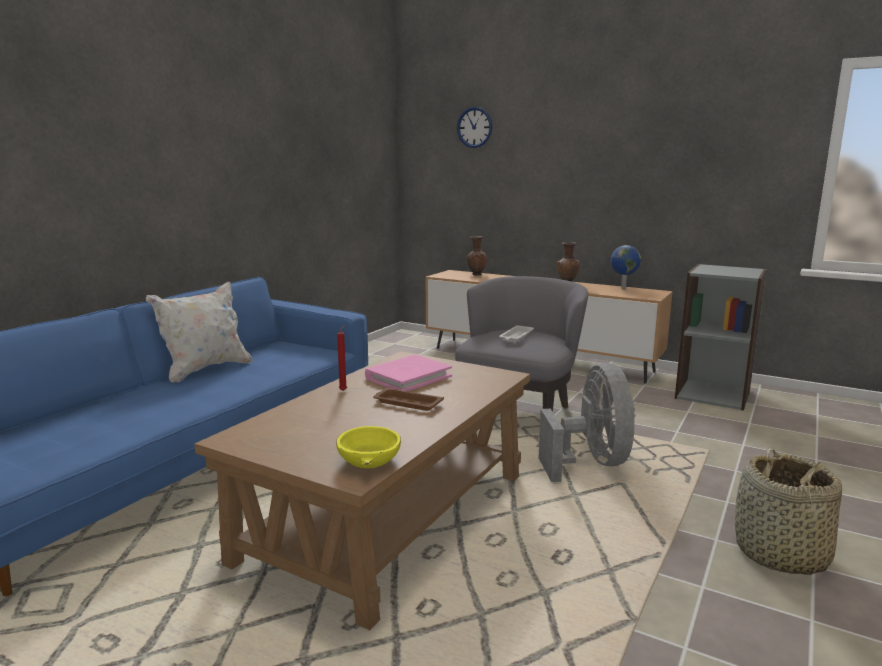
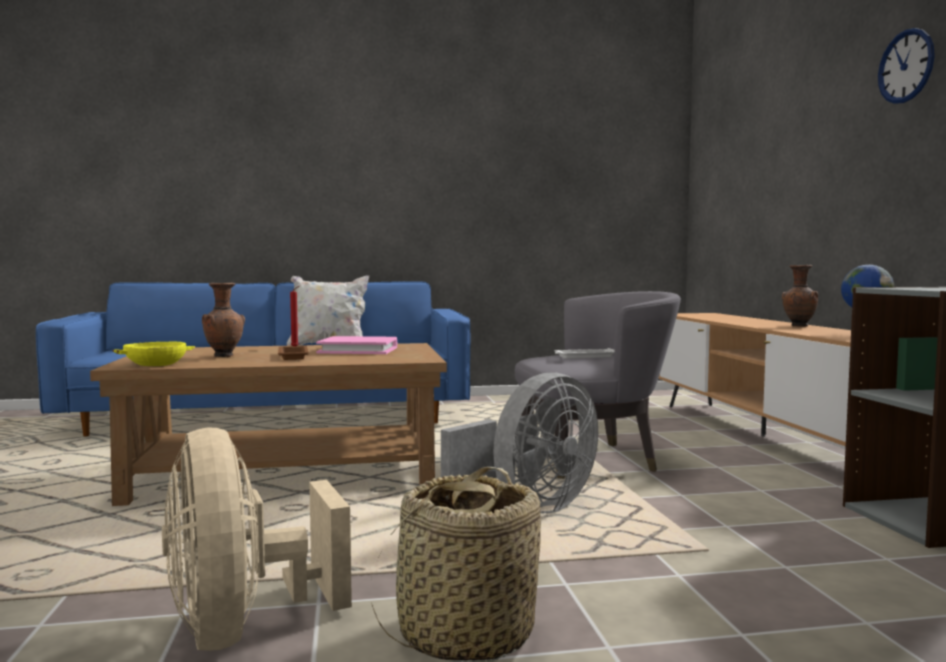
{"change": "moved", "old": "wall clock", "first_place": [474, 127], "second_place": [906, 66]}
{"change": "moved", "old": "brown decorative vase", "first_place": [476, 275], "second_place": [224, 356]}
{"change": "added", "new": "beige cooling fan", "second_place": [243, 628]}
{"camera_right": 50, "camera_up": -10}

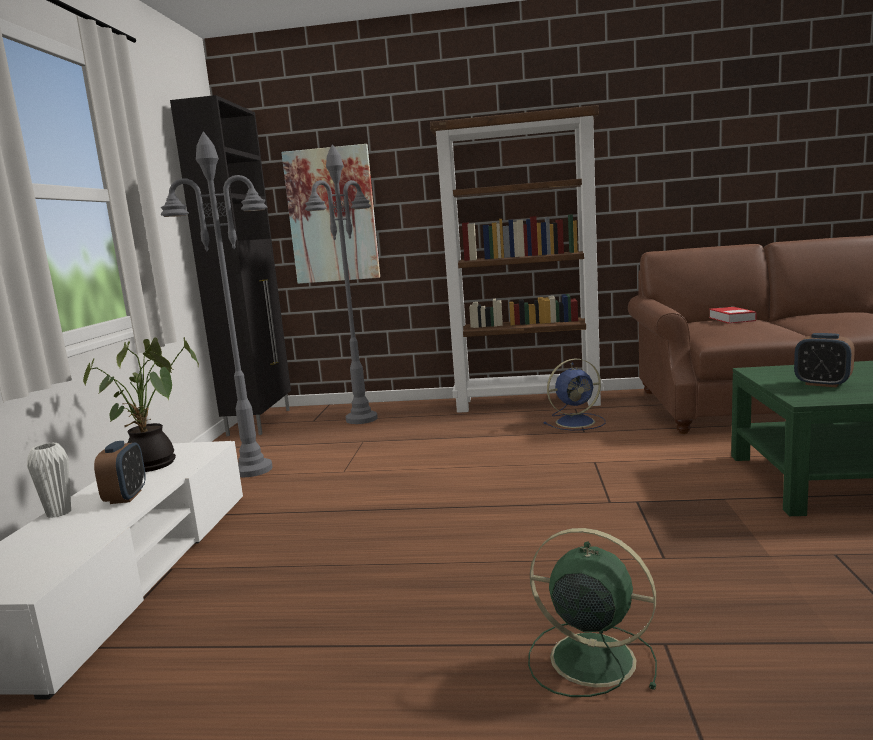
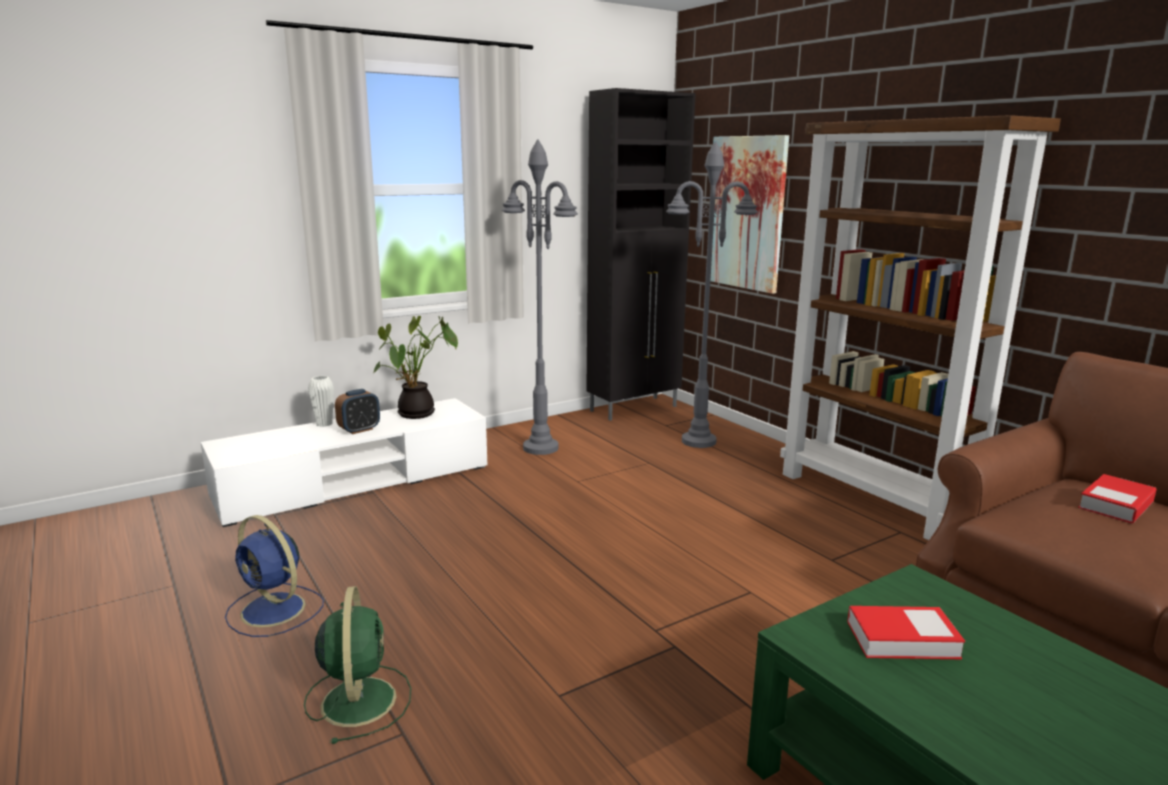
{"change": "replaced", "old": "table clock", "new": "volume", "first_place": [822, 384], "second_place": [902, 640]}
{"change": "moved", "old": "bluish cooling fan", "first_place": [577, 422], "second_place": [275, 611]}
{"camera_right": 50, "camera_up": 5}

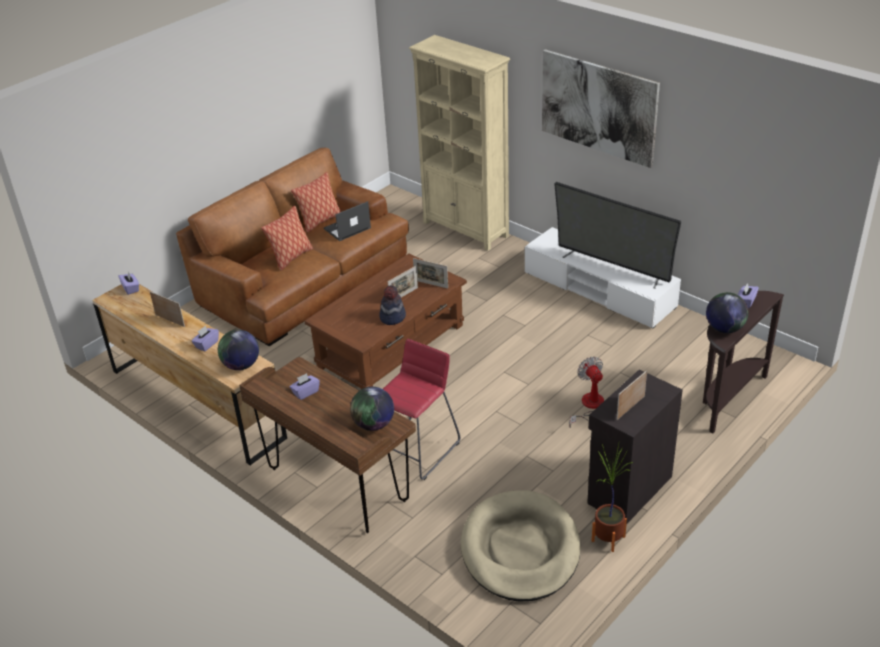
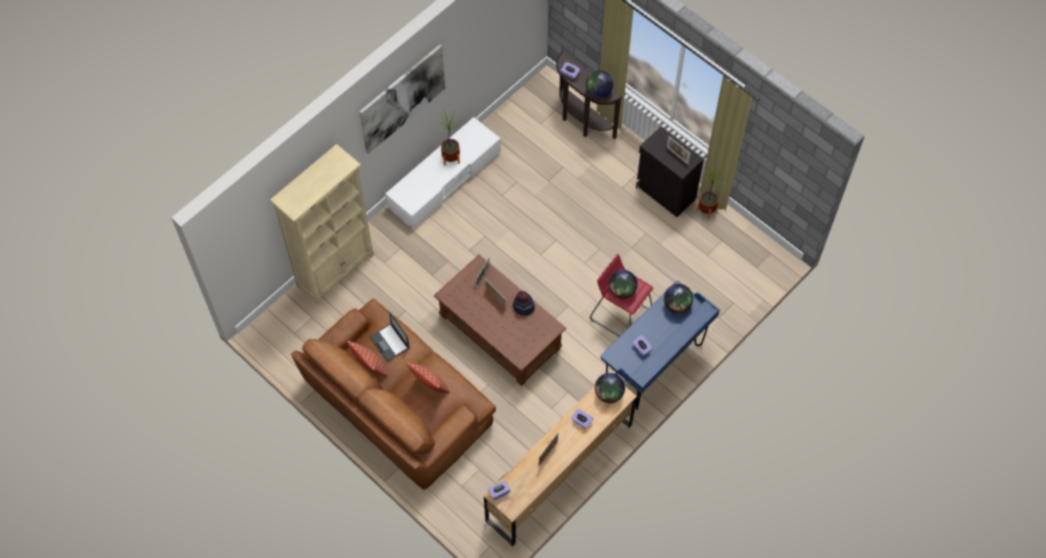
{"change": "replaced", "old": "television", "new": "plant in a pot", "first_place": [613, 266], "second_place": [451, 158]}
{"change": "recoloured", "old": "brown desk unit", "new": "bluish desk unit", "first_place": [337, 485], "second_place": [654, 365]}
{"change": "removed", "old": "cooling fan", "first_place": [589, 406]}
{"change": "removed", "old": "beige dog cushion", "first_place": [520, 550]}
{"change": "added", "new": "desk globe", "second_place": [622, 290]}
{"camera_right": -90, "camera_up": 25}

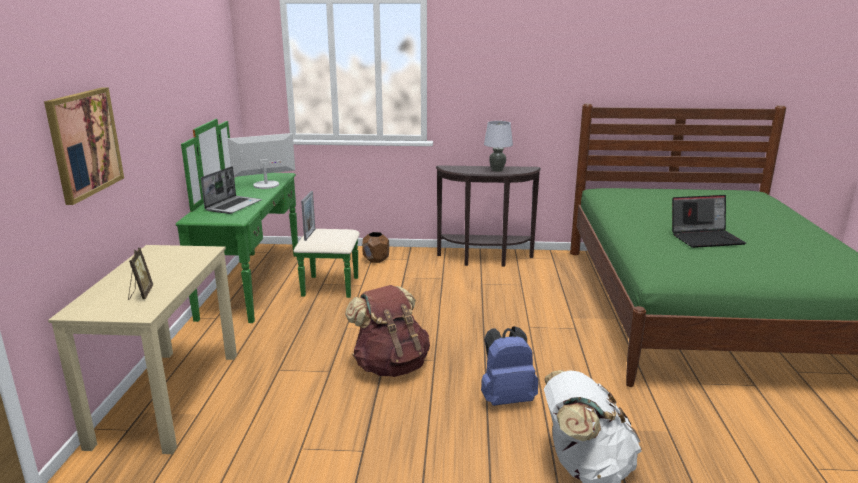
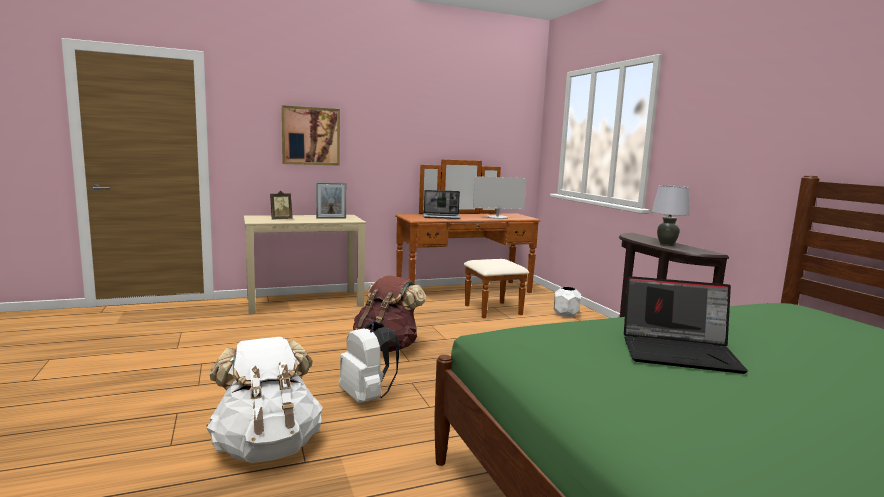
{"change": "recoloured", "old": "greenish chest of drawers", "new": "brown chest of drawers", "first_place": [270, 284], "second_place": [471, 295]}
{"change": "turned", "old": "computer screen", "first_place": [266, 185], "second_place": [497, 217], "degrees": 135}
{"change": "moved", "old": "picture frame", "first_place": [310, 234], "second_place": [331, 218]}
{"change": "turned", "old": "portable computer", "first_place": [706, 238], "second_place": [680, 352], "degrees": -45}
{"change": "recoloured", "old": "brown plant pot", "new": "white plant pot", "first_place": [376, 260], "second_place": [566, 315]}
{"change": "recoloured", "old": "bluish backpack", "new": "white backpack", "first_place": [506, 398], "second_place": [367, 397]}
{"camera_right": 65, "camera_up": -10}

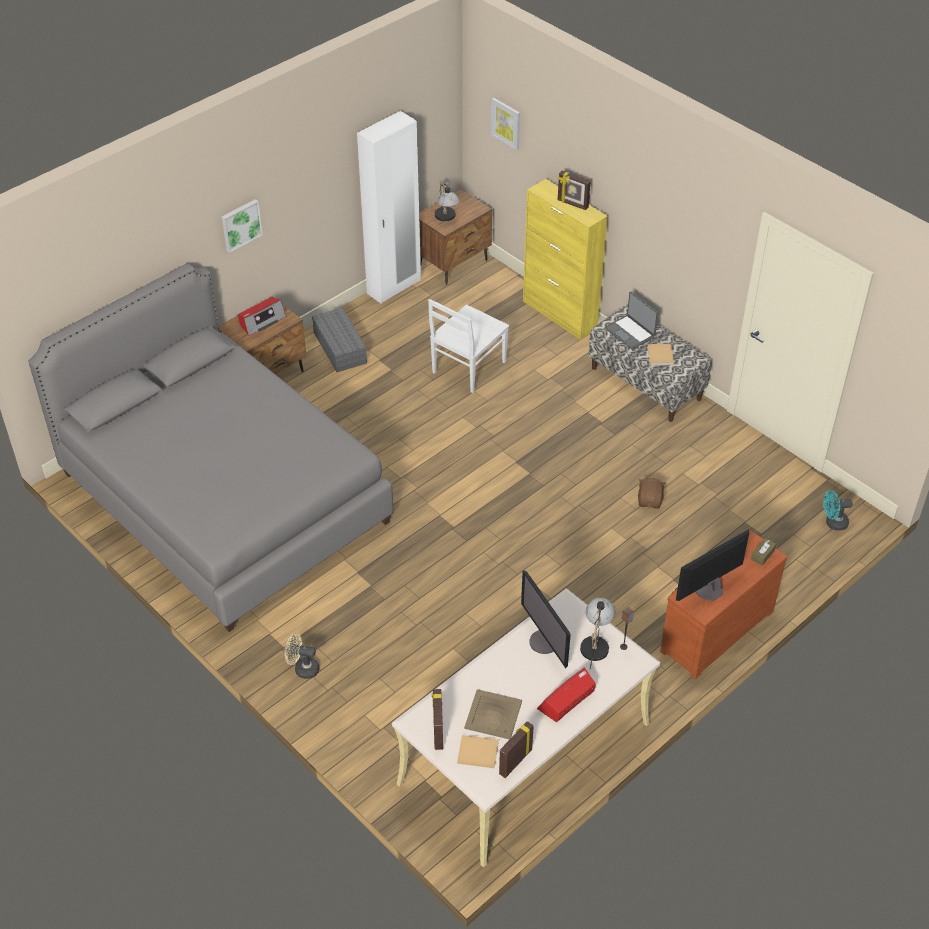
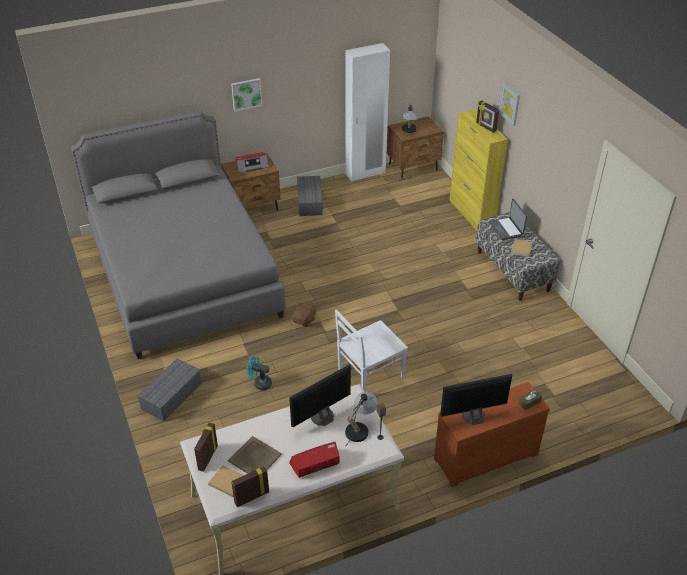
{"change": "moved", "old": "wall picture", "first_place": [506, 123], "second_place": [509, 103]}
{"change": "moved", "old": "white chair", "first_place": [468, 368], "second_place": [369, 374]}
{"change": "moved", "old": "brown soft toy", "first_place": [650, 501], "second_place": [304, 321]}
{"change": "moved", "old": "blue-green cooling fan", "first_place": [833, 523], "second_place": [259, 383]}
{"change": "turned", "old": "computer screen", "first_place": [545, 642], "second_place": [322, 417], "degrees": 60}
{"change": "replaced", "old": "beige cooling fan", "new": "greyish storage container", "first_place": [302, 669], "second_place": [171, 397]}
{"camera_right": 20, "camera_up": -5}

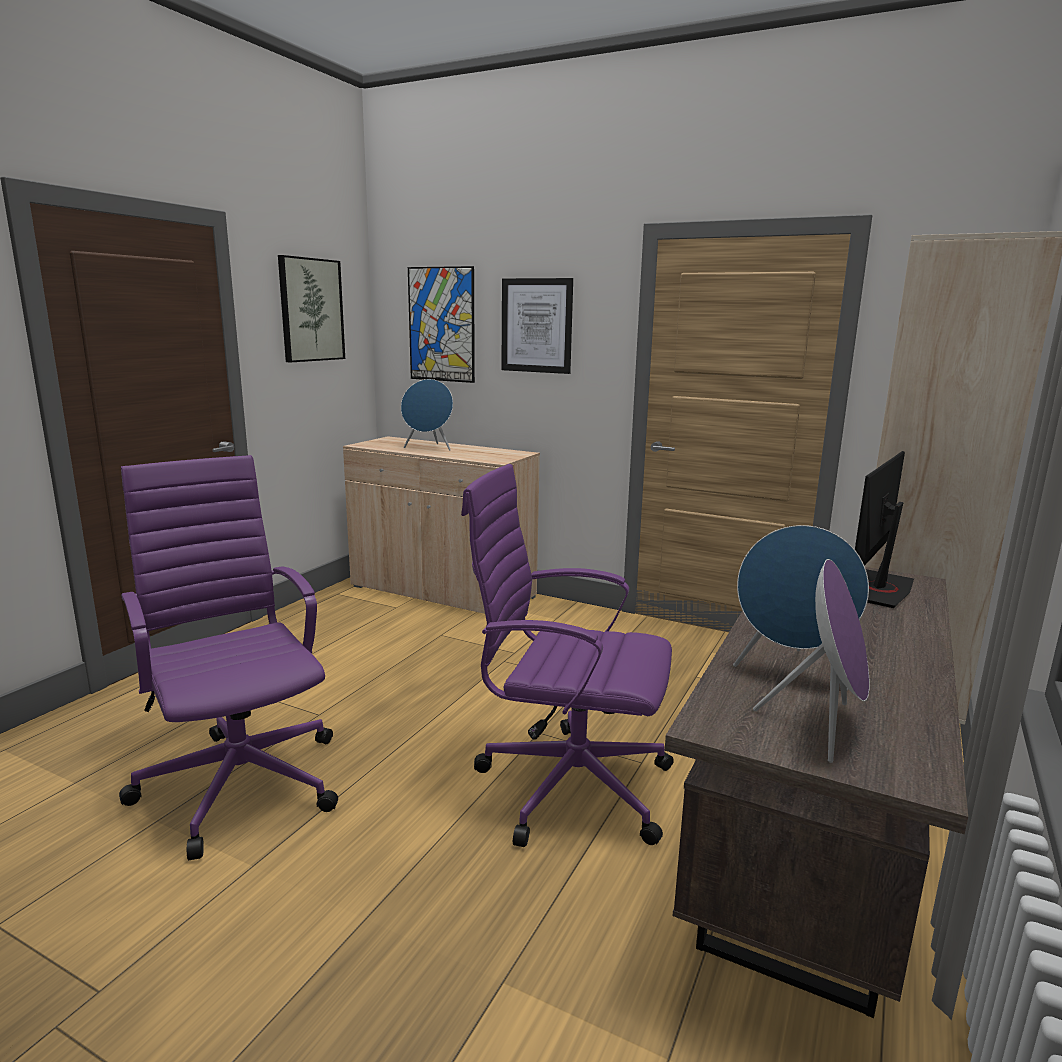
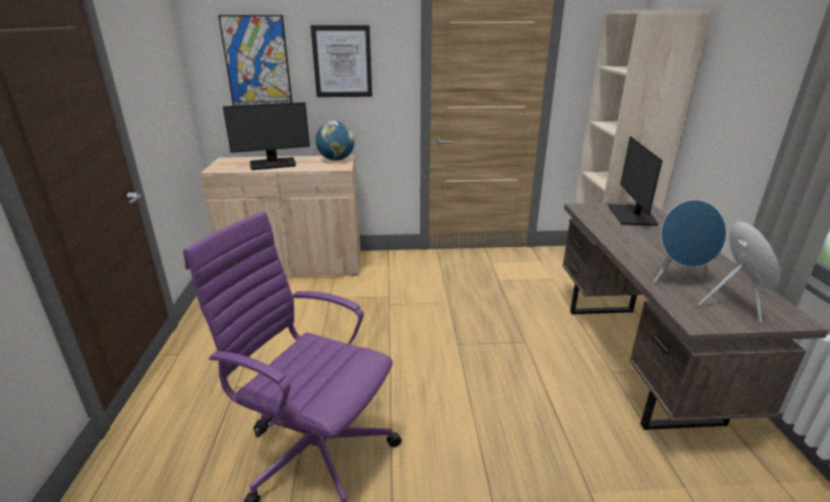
{"change": "removed", "old": "wall picture", "first_place": [311, 310]}
{"change": "replaced", "old": "bluish loudspeaker", "new": "computer screen", "first_place": [429, 448], "second_place": [273, 164]}
{"change": "removed", "old": "purplish computer chair", "first_place": [568, 785]}
{"change": "added", "new": "desk globe", "second_place": [336, 159]}
{"camera_right": -30, "camera_up": 10}

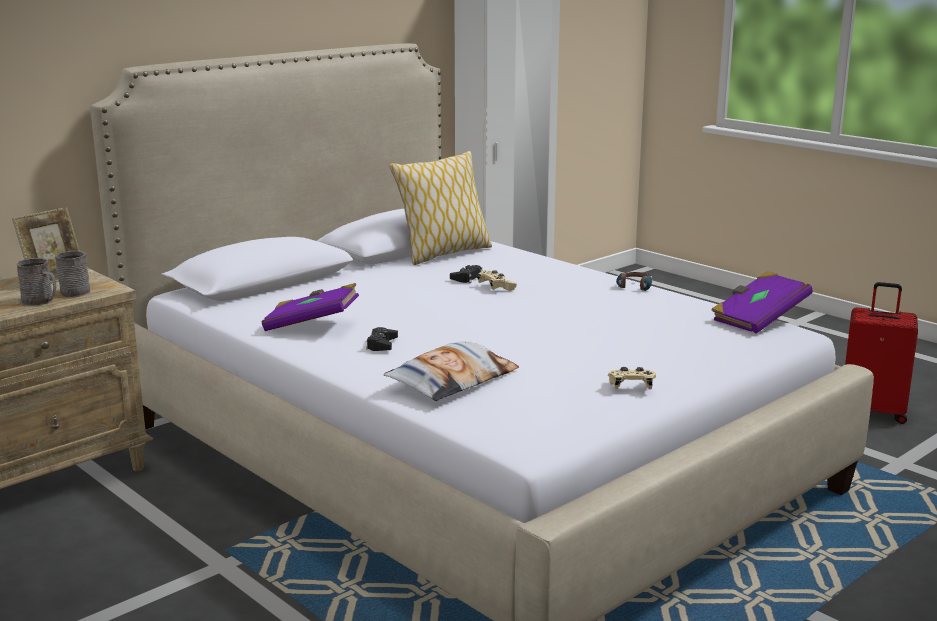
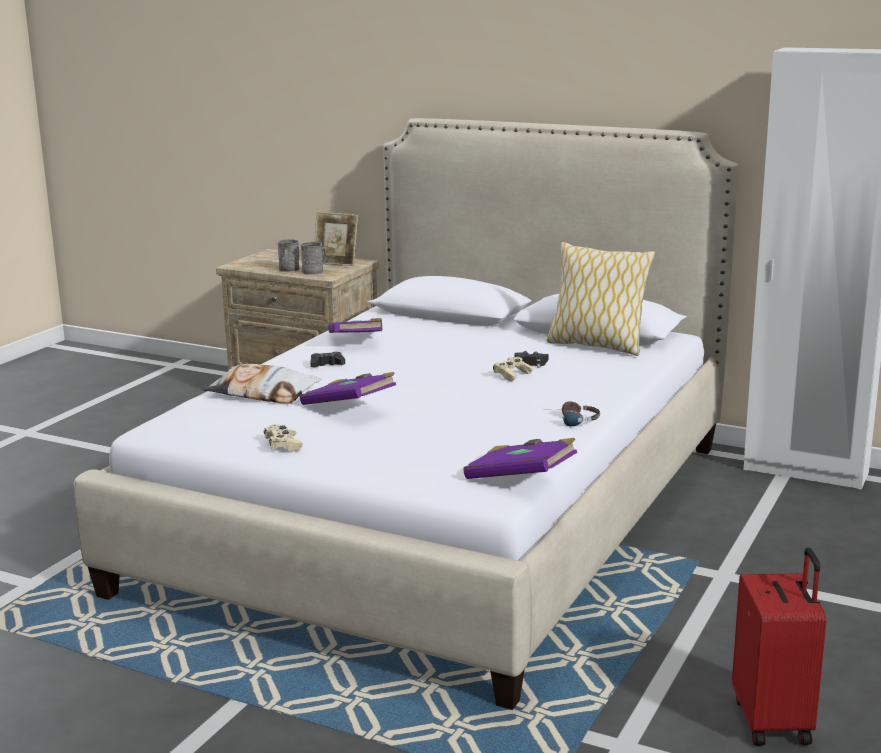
{"change": "added", "new": "purplish volume", "second_place": [349, 406]}
{"camera_right": 70, "camera_up": 0}

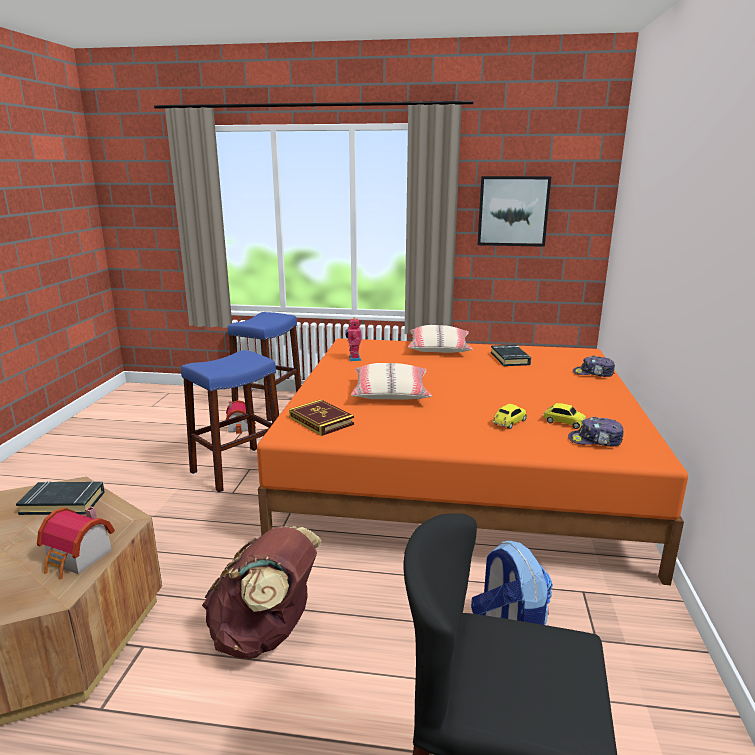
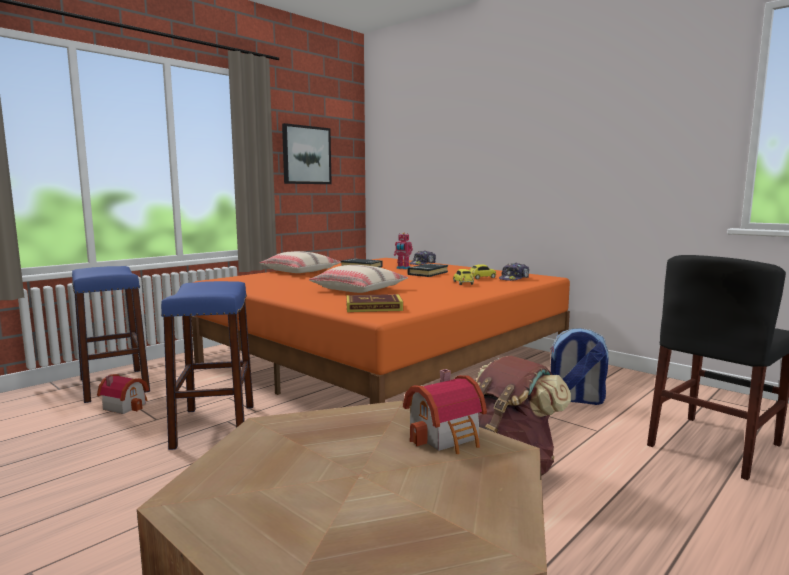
{"change": "moved", "old": "model robot", "first_place": [353, 359], "second_place": [403, 268]}
{"change": "moved", "old": "blackish volume", "first_place": [63, 502], "second_place": [427, 273]}
{"camera_right": -55, "camera_up": -10}

